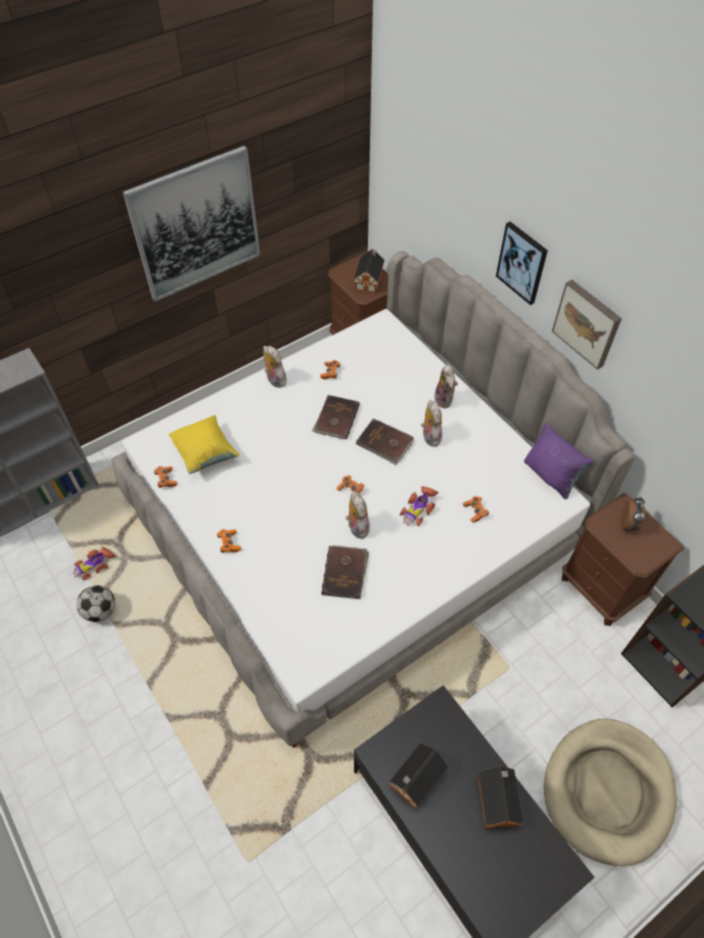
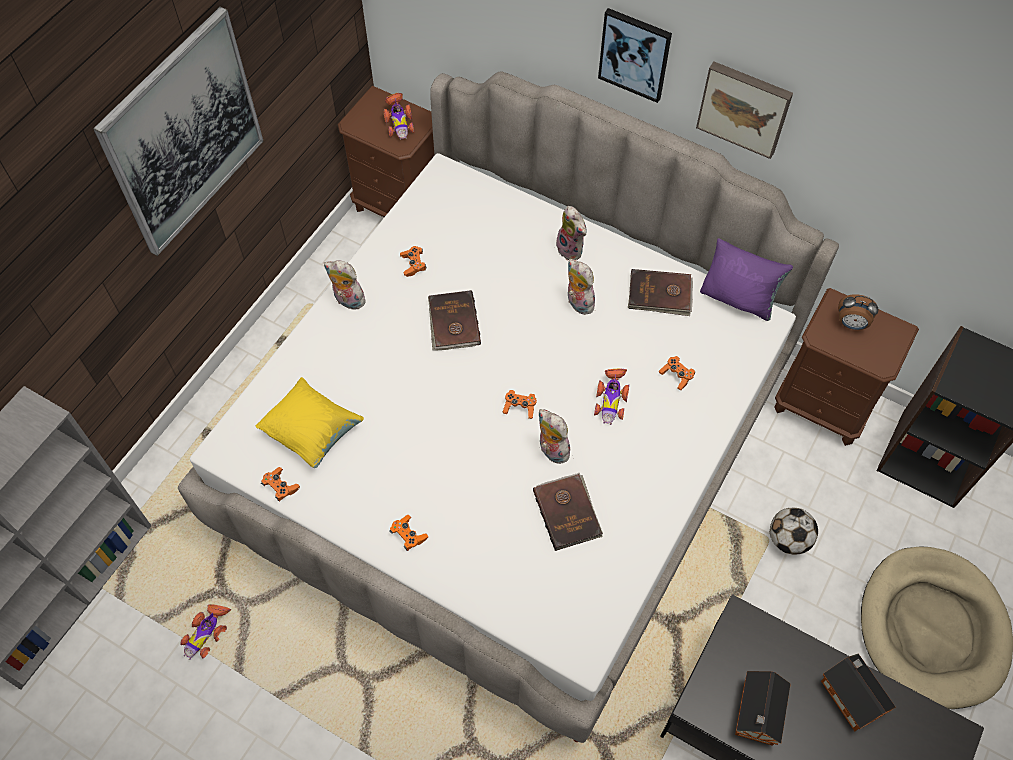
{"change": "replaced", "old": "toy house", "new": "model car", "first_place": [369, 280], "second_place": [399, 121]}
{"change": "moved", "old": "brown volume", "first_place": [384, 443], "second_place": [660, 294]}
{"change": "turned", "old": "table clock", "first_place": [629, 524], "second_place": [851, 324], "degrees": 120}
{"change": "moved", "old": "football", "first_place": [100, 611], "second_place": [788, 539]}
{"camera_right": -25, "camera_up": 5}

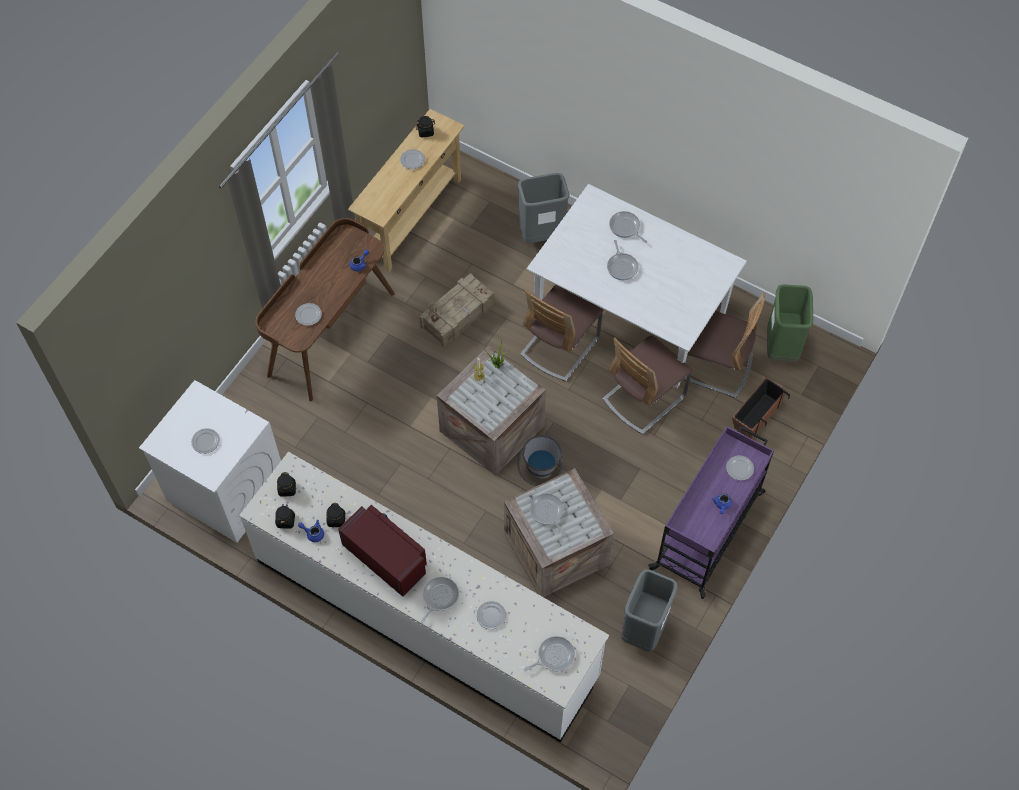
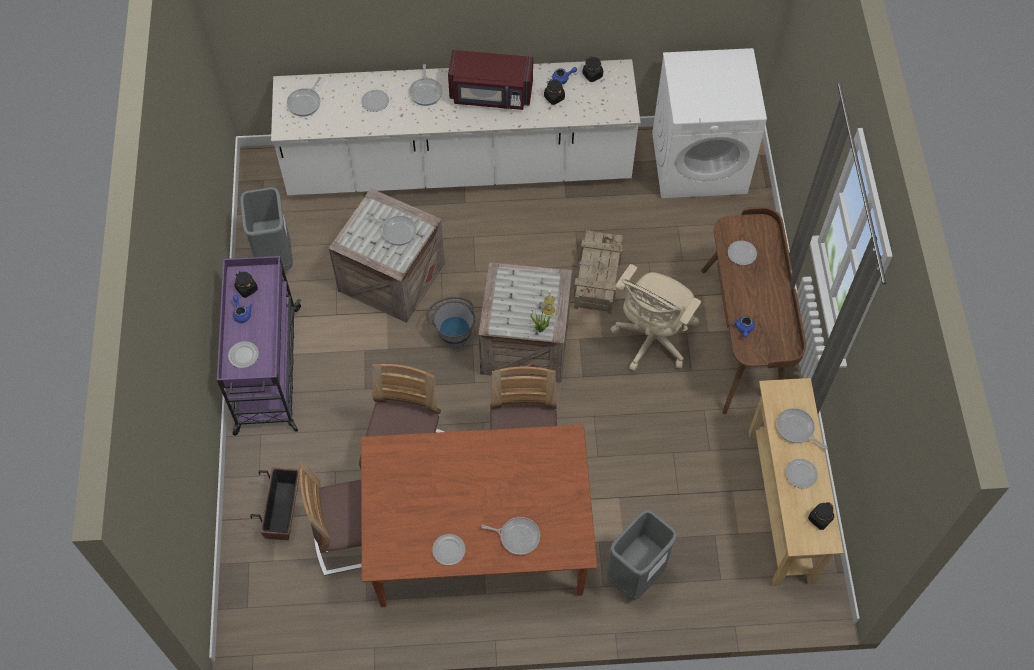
{"change": "recoloured", "old": "white kitchen table", "new": "brown kitchen table", "first_place": [629, 314], "second_place": [479, 540]}
{"change": "moved", "old": "pan", "first_place": [622, 266], "second_place": [796, 429]}
{"change": "moved", "old": "packing crate", "first_place": [458, 315], "second_place": [597, 278]}
{"change": "removed", "old": "greenish rubbish bin", "first_place": [781, 348]}
{"change": "moved", "old": "flat dish", "first_place": [206, 441], "second_place": [449, 550]}
{"change": "moved", "old": "blackish preserve jar", "first_place": [287, 489], "second_place": [246, 289]}
{"change": "added", "new": "beige computer chair", "second_place": [651, 340]}
{"camera_right": 145, "camera_up": 0}

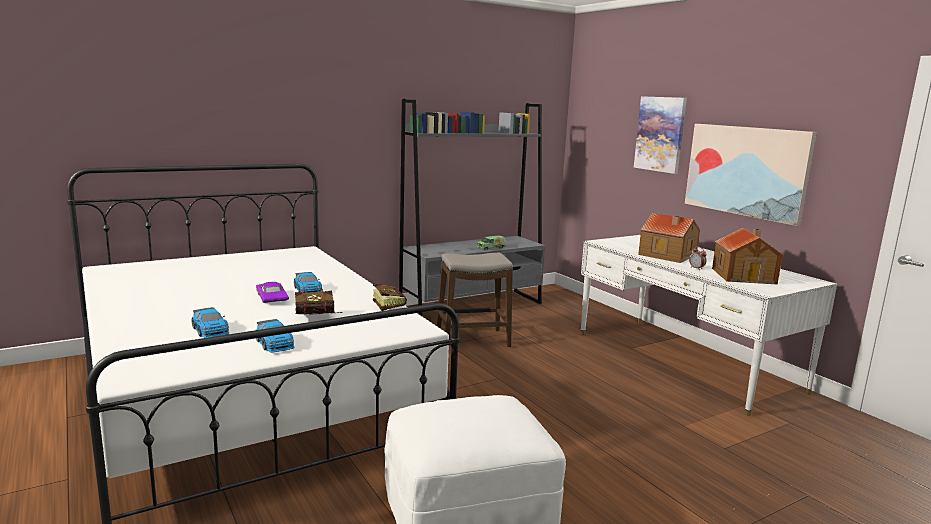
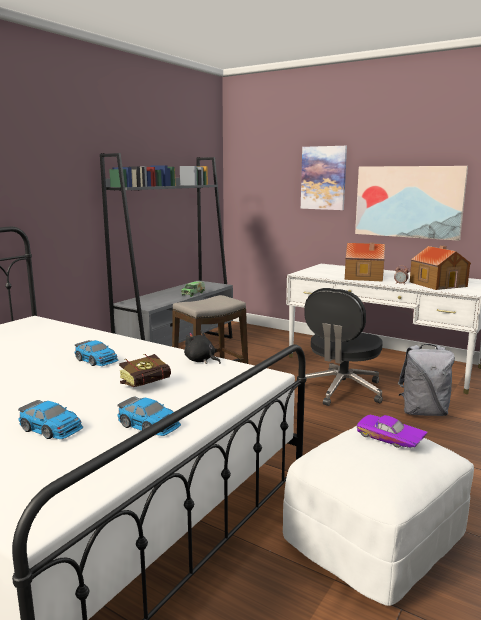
{"change": "moved", "old": "purplish model car", "first_place": [270, 299], "second_place": [389, 439]}
{"change": "replaced", "old": "volume", "new": "blackish soft toy", "first_place": [387, 306], "second_place": [201, 360]}
{"change": "added", "new": "blackish computer chair", "second_place": [341, 390]}
{"change": "added", "new": "greyish backpack", "second_place": [423, 412]}
{"camera_right": -25, "camera_up": 0}

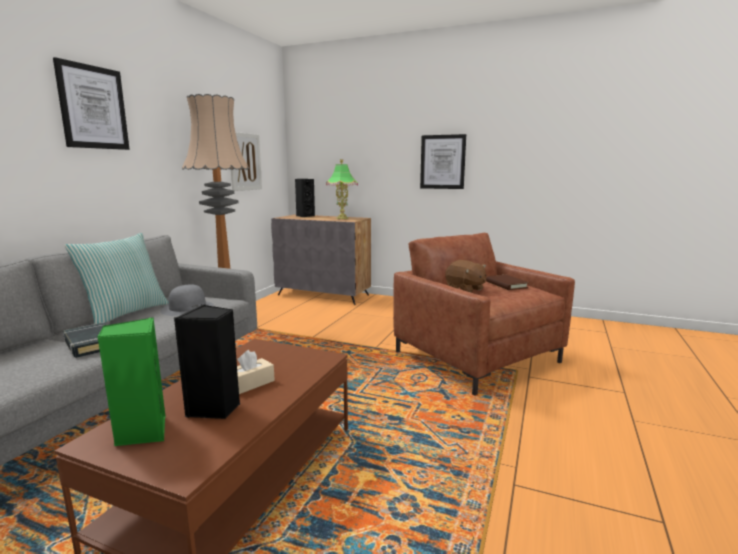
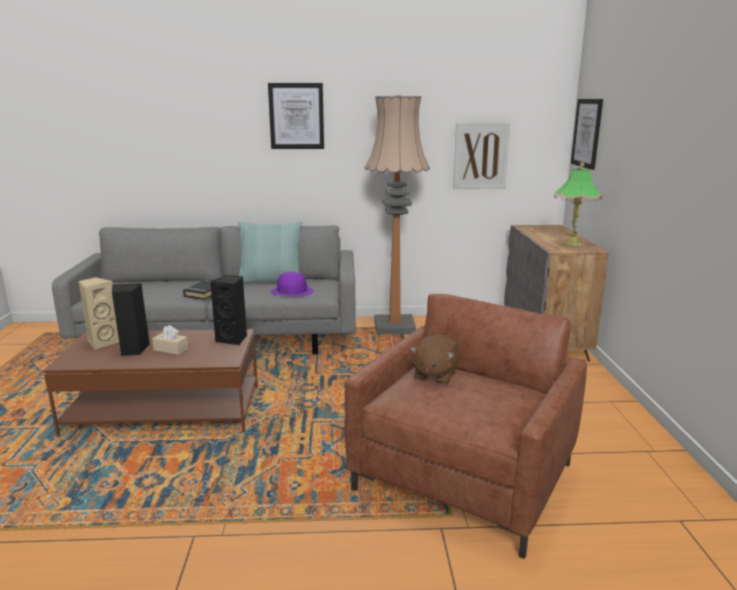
{"change": "moved", "old": "wall picture", "first_place": [442, 162], "second_place": [587, 133]}
{"change": "moved", "old": "blackish loudspeaker", "first_place": [304, 216], "second_place": [233, 339]}
{"change": "removed", "old": "brown volume", "first_place": [506, 284]}
{"change": "recoloured", "old": "greyish hat", "new": "purplish hat", "first_place": [188, 308], "second_place": [292, 291]}
{"change": "recoloured", "old": "greenish loudspeaker", "new": "beige loudspeaker", "first_place": [141, 432], "second_place": [103, 342]}
{"camera_right": 65, "camera_up": 5}

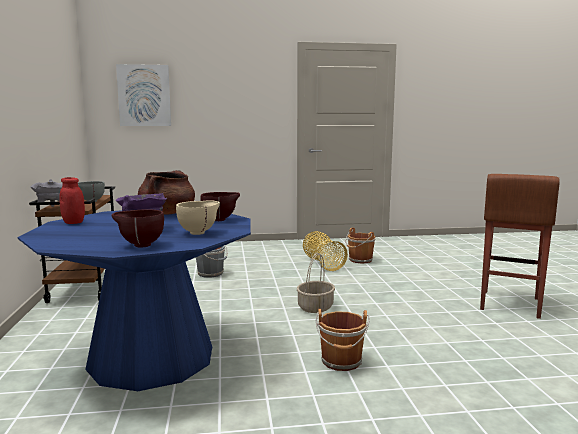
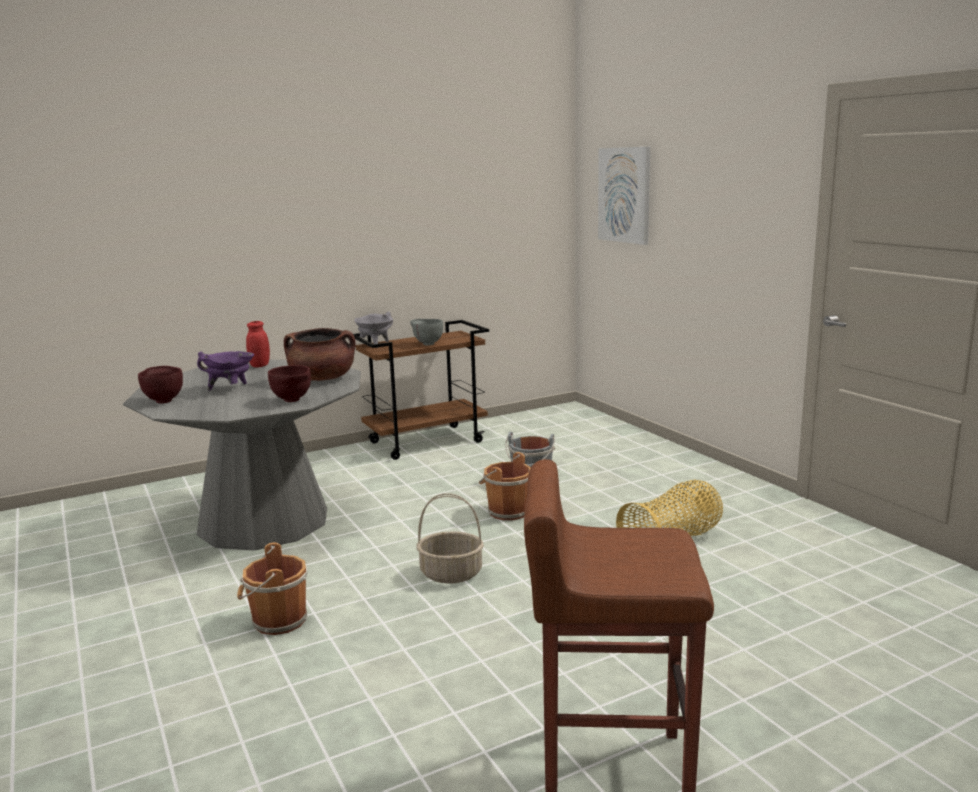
{"change": "removed", "old": "beige bowl", "first_place": [199, 233]}
{"change": "recoloured", "old": "bluish kitchen table", "new": "greyish kitchen table", "first_place": [151, 357], "second_place": [264, 521]}
{"change": "moved", "old": "brown pail", "first_place": [360, 260], "second_place": [506, 511]}
{"camera_right": 70, "camera_up": 5}

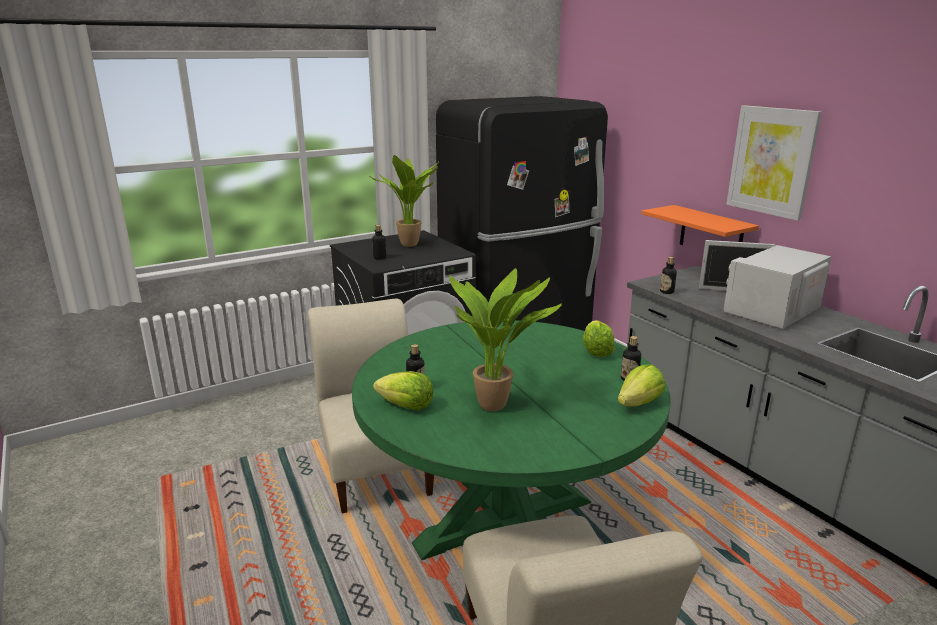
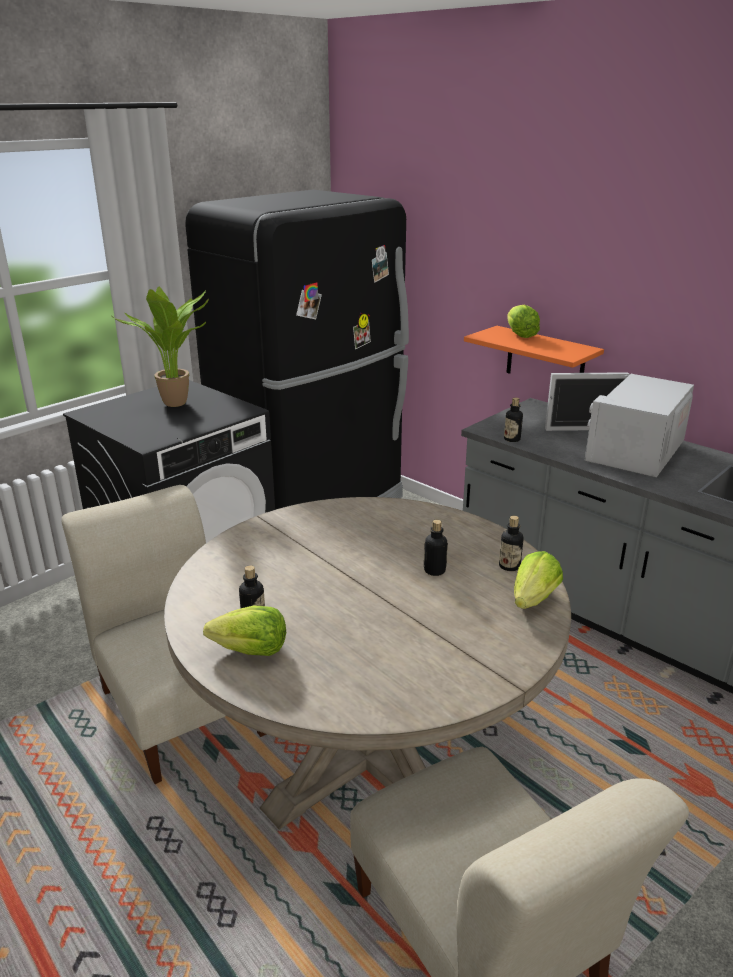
{"change": "removed", "old": "wall picture", "first_place": [771, 161]}
{"change": "moved", "old": "drink bottle", "first_place": [379, 257], "second_place": [434, 570]}
{"change": "removed", "old": "plant in a pot", "first_place": [497, 405]}
{"change": "recoloured", "old": "greenish kitchen table", "new": "beige kitchen table", "first_place": [505, 523], "second_place": [367, 756]}
{"change": "moved", "old": "head of lettuce", "first_place": [596, 351], "second_place": [520, 334]}
{"camera_right": -15, "camera_up": 5}

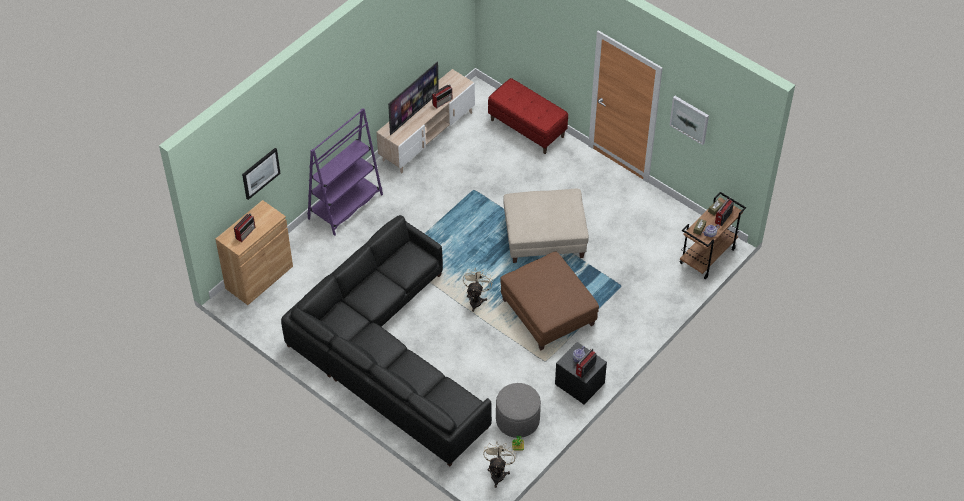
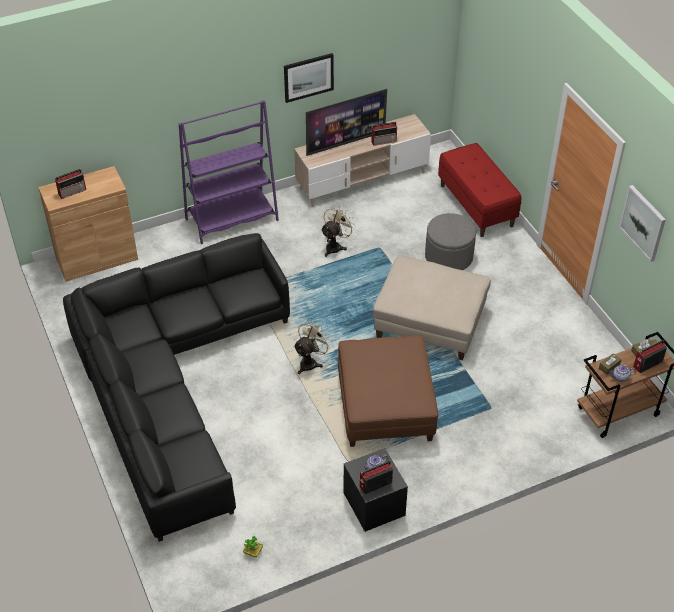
{"change": "moved", "old": "wall picture", "first_place": [260, 173], "second_place": [308, 77]}
{"change": "moved", "old": "greyish pouffe", "first_place": [517, 420], "second_place": [448, 257]}
{"change": "moved", "old": "beige cooling fan", "first_place": [498, 473], "second_place": [335, 246]}
{"camera_right": 25, "camera_up": -5}

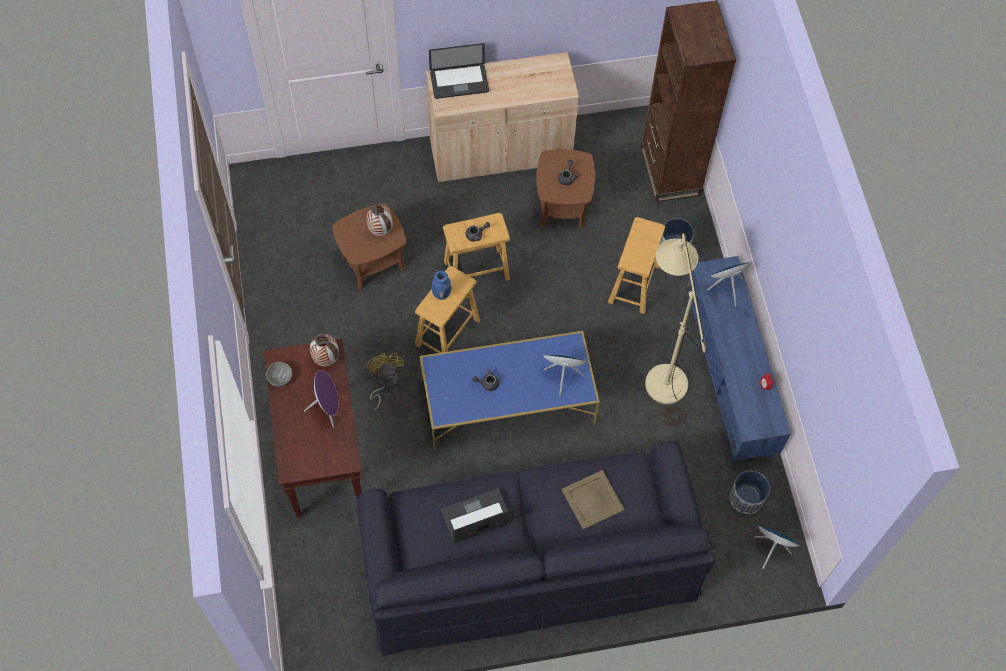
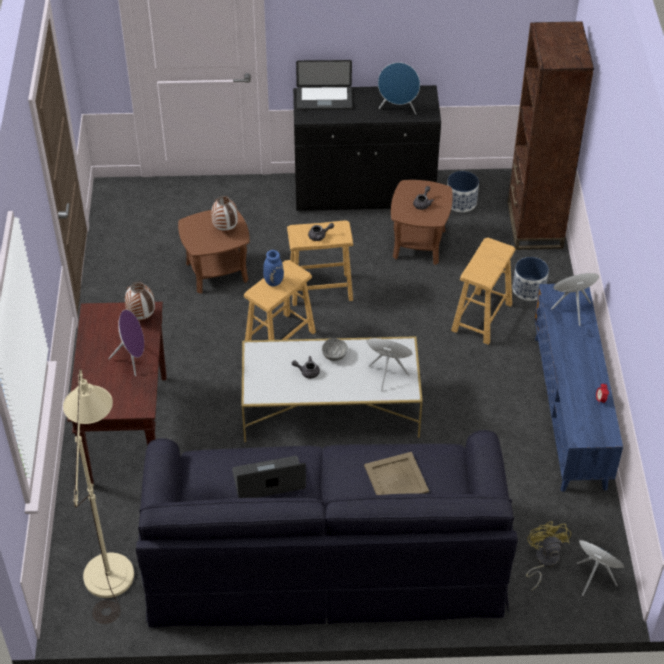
{"change": "recoloured", "old": "beige storage cabinet", "new": "blackish storage cabinet", "first_place": [500, 152], "second_place": [364, 193]}
{"change": "moved", "old": "beige standing lamp", "first_place": [663, 373], "second_place": [110, 563]}
{"change": "recoloured", "old": "bluish low table", "new": "white low table", "first_place": [507, 401], "second_place": [329, 407]}
{"change": "moved", "old": "yellow cooling fan", "first_place": [384, 382], "second_place": [543, 561]}
{"change": "moved", "old": "greyish bowl", "first_place": [280, 378], "second_place": [334, 355]}
{"change": "moved", "old": "plant pot", "first_place": [747, 498], "second_place": [461, 202]}
{"change": "added", "new": "bluish loudspeaker", "second_place": [398, 109]}
{"camera_right": 10, "camera_up": -15}

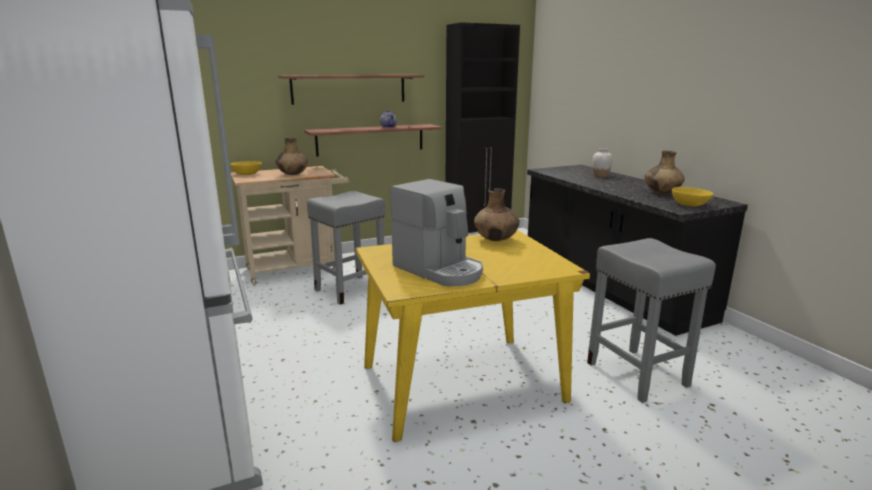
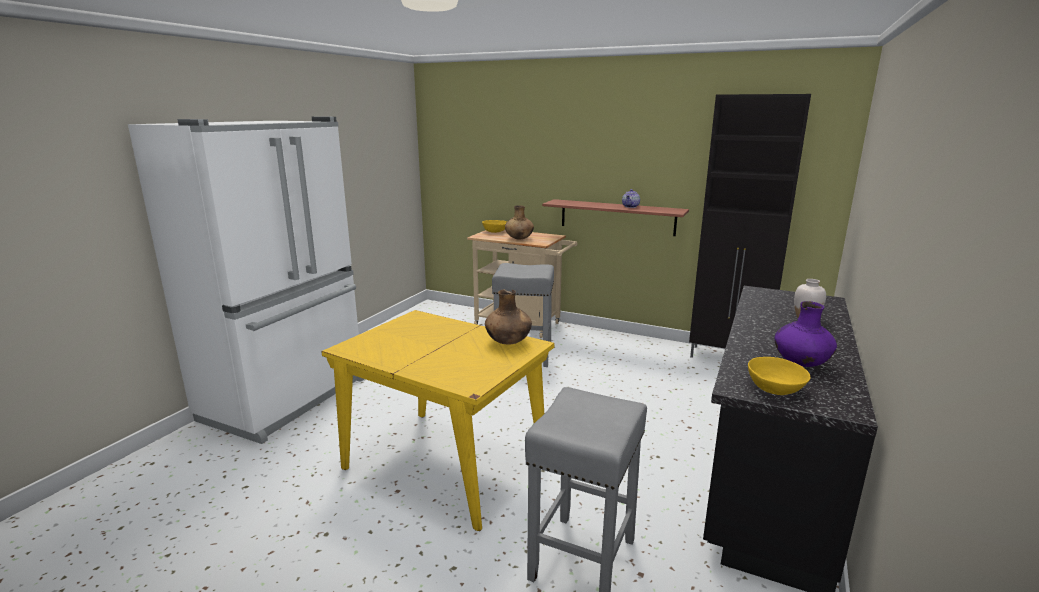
{"change": "removed", "old": "wall shelf", "first_place": [349, 89]}
{"change": "recoloured", "old": "brown decorative vase", "new": "purplish decorative vase", "first_place": [661, 193], "second_place": [800, 363]}
{"change": "removed", "old": "coffee maker", "first_place": [439, 270]}
{"camera_right": 50, "camera_up": 0}

